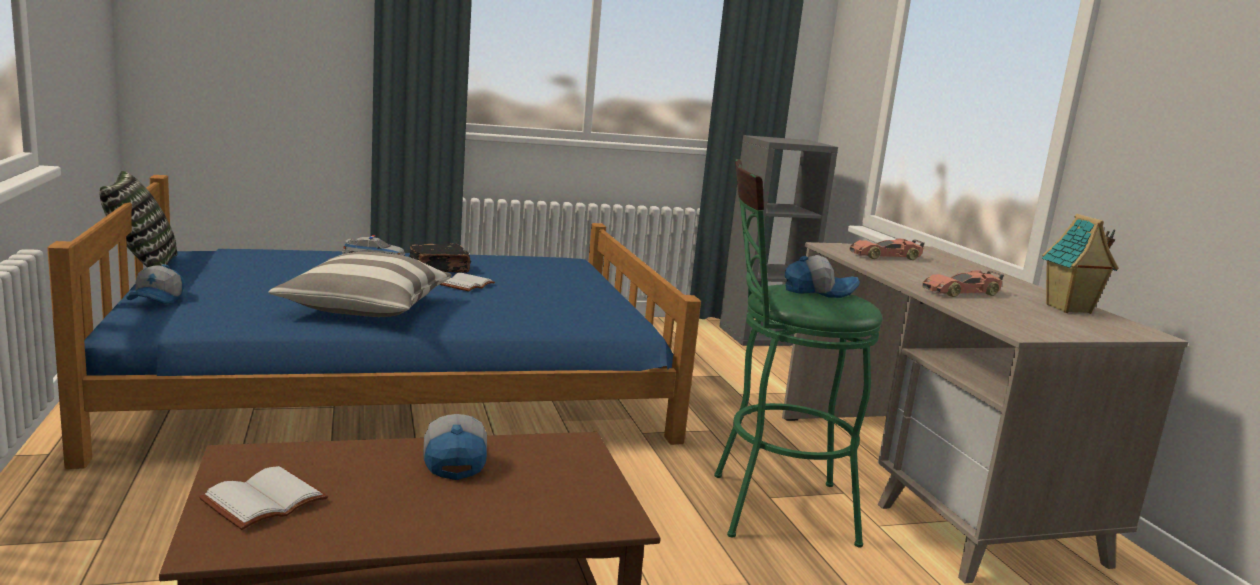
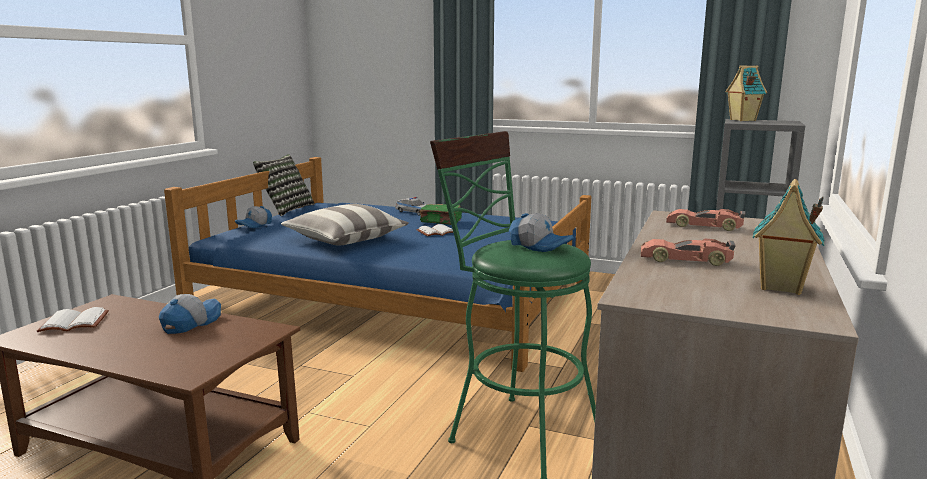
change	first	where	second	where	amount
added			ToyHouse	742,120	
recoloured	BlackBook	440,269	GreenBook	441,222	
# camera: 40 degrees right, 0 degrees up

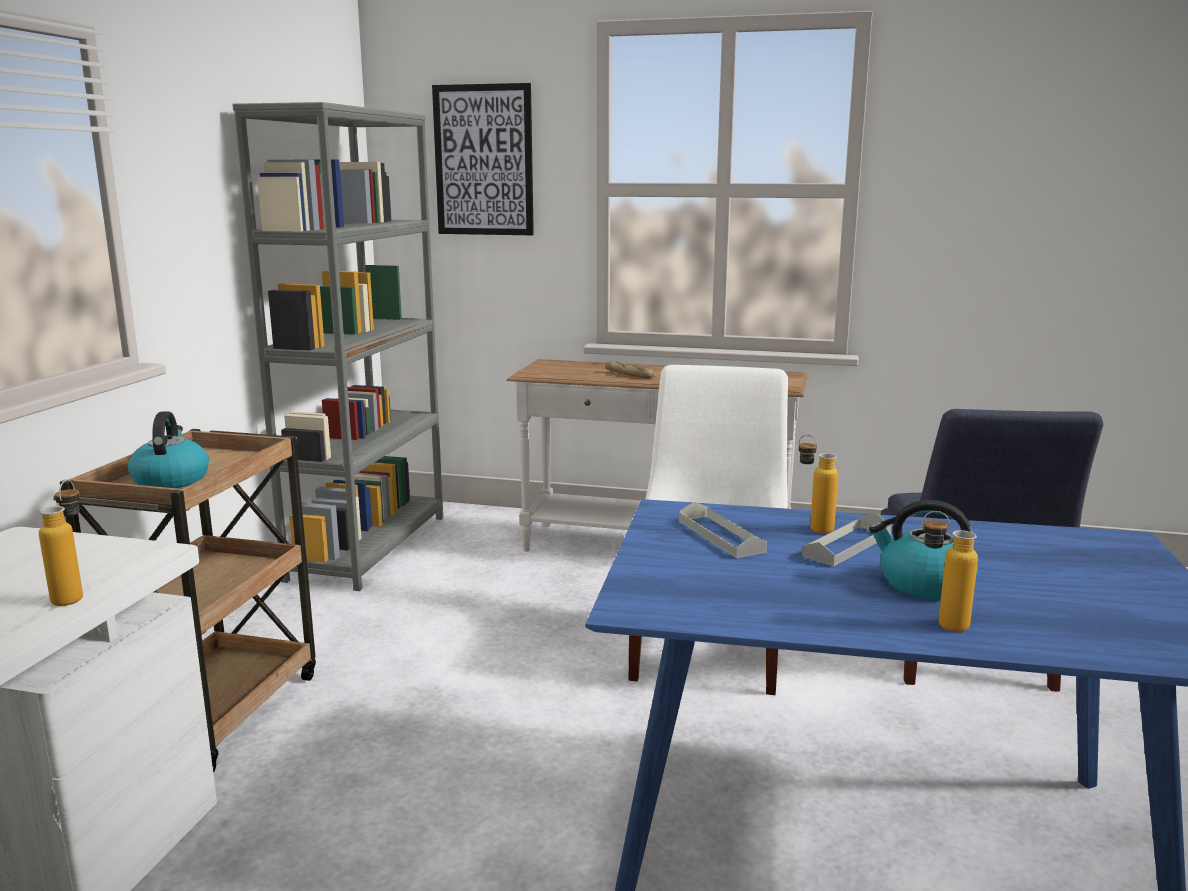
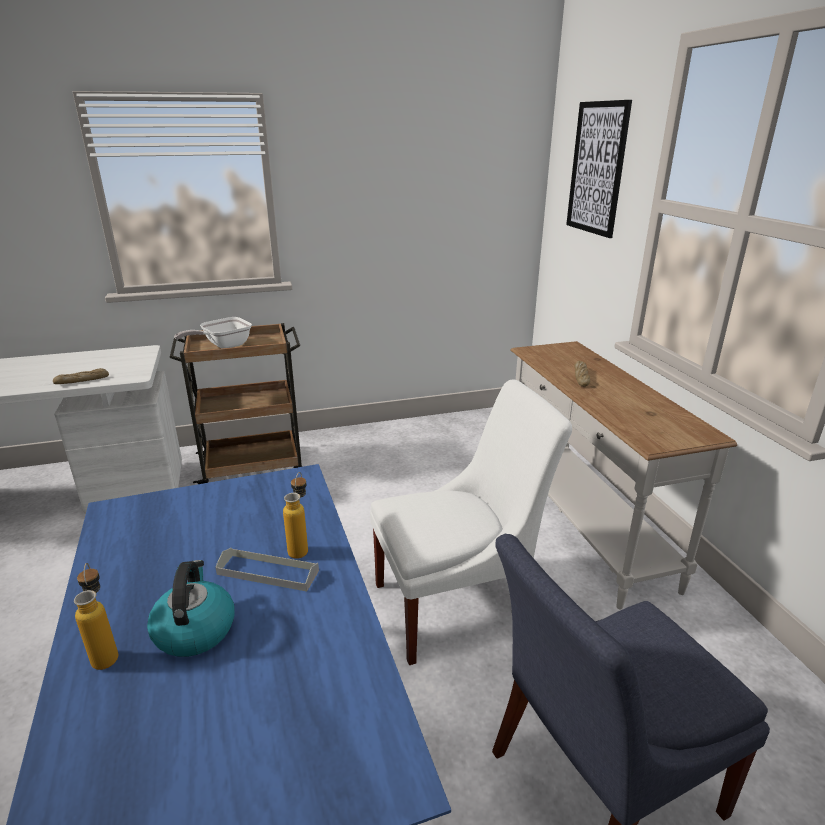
change	first	where	second	where	amount
removed	GreyBookcase	369,547			
removed	GreyTray	720,536			
replaced	Bottle	74,595	Bread	82,381	
replaced	Kettle	171,480	FryingPan	223,346	
# camera: 60 degrees right, 10 degrees up

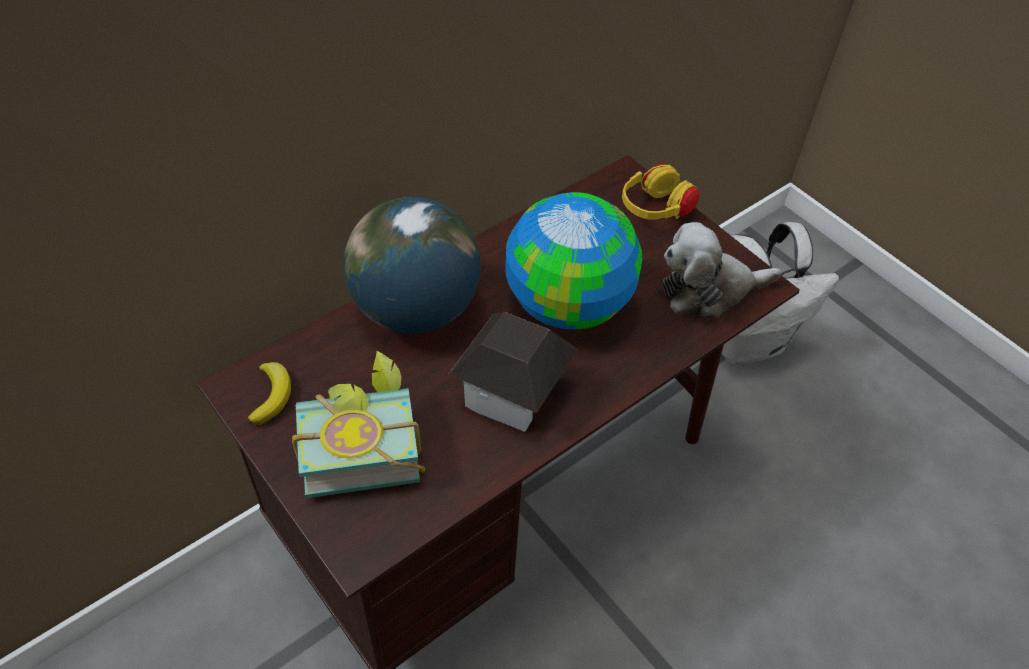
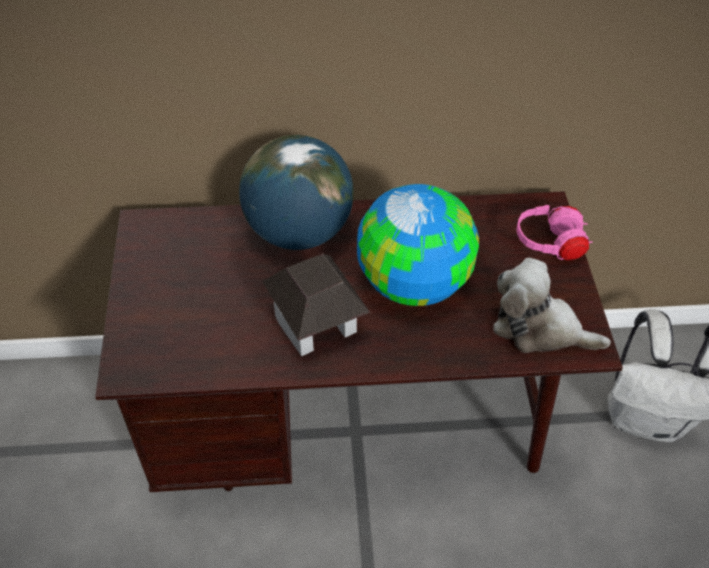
change	first	where	second	where	amount
removed	Banana	271,395			
removed	Book	360,444			
recoloured	YellowHeadphones	656,210	PinkHeadphones	549,245	
# camera: 35 degrees right, 0 degrees up

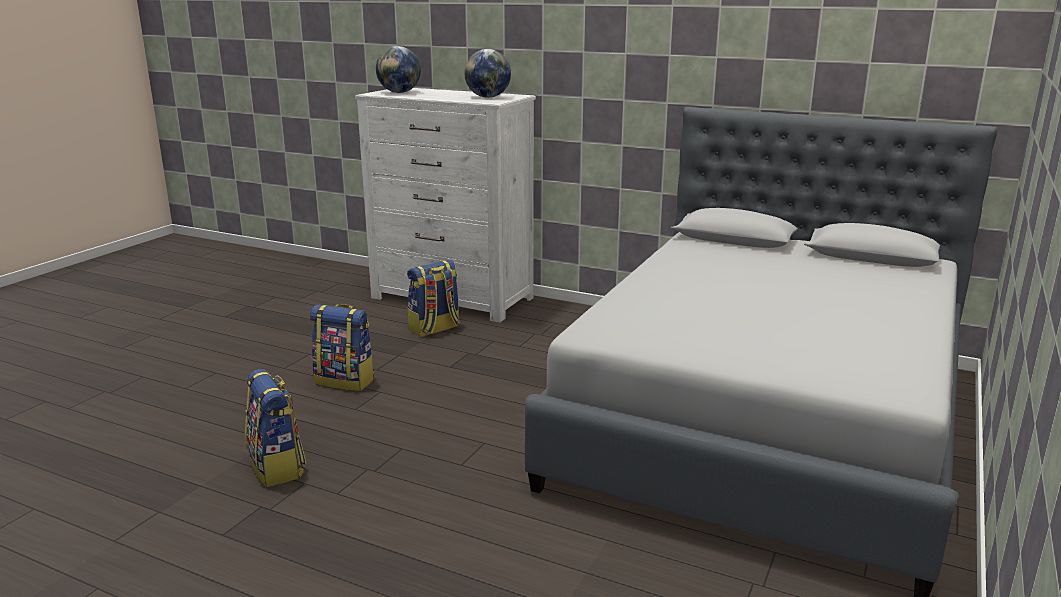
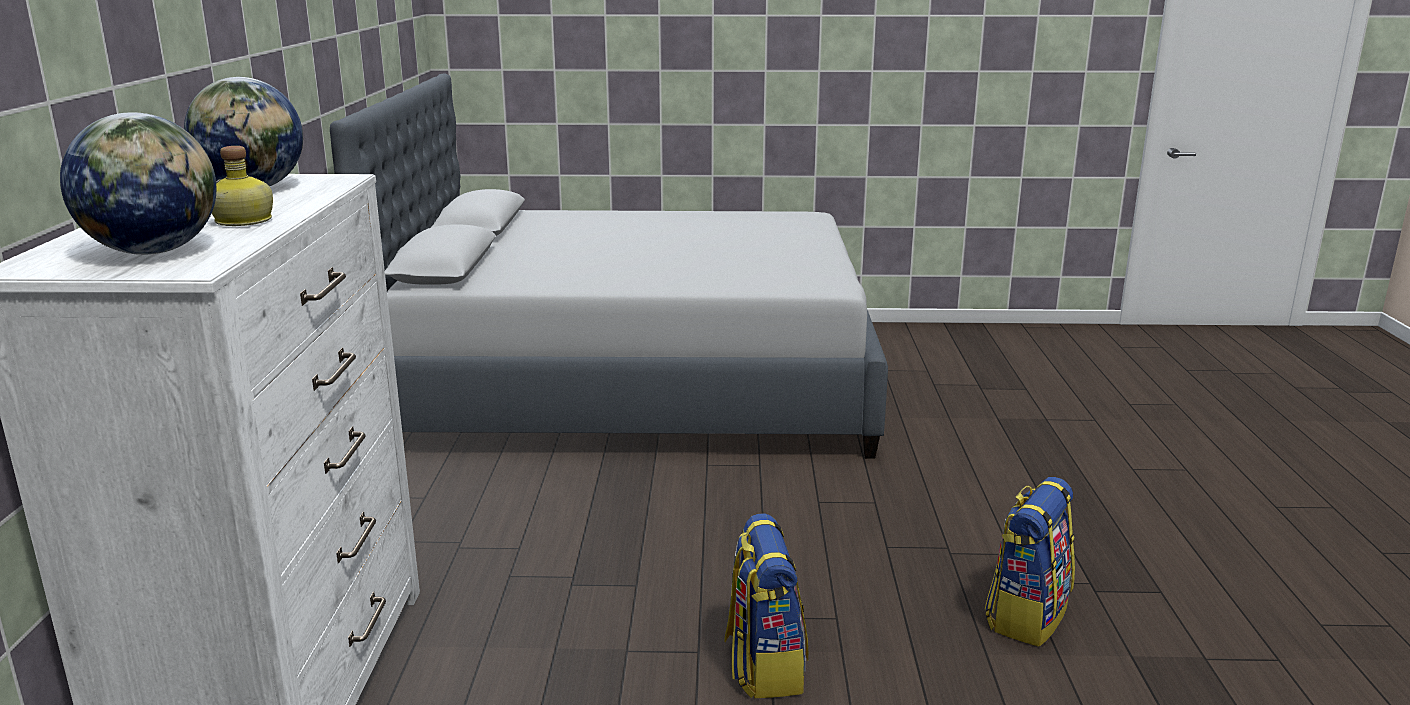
change	first	where	second	where	amount
removed	Backpack	434,329			
added			Bottle	244,221	
# camera: 115 degrees left, 0 degrees up

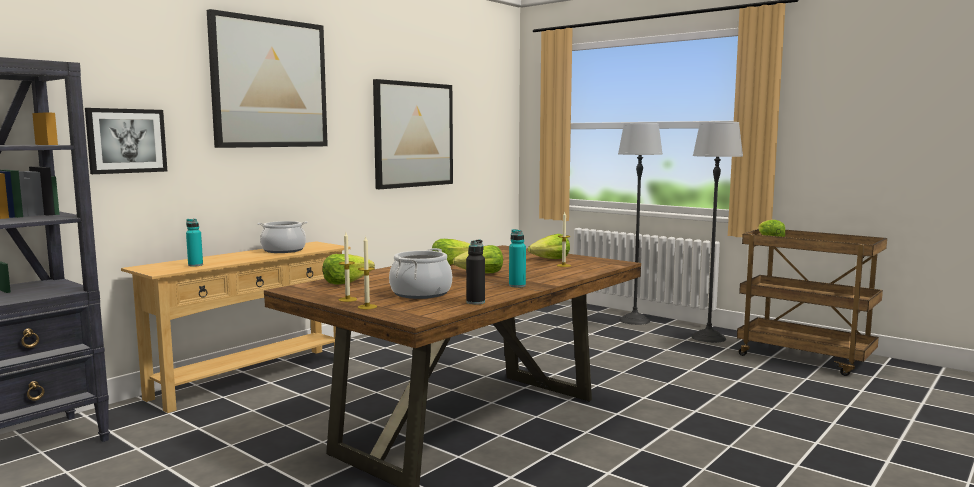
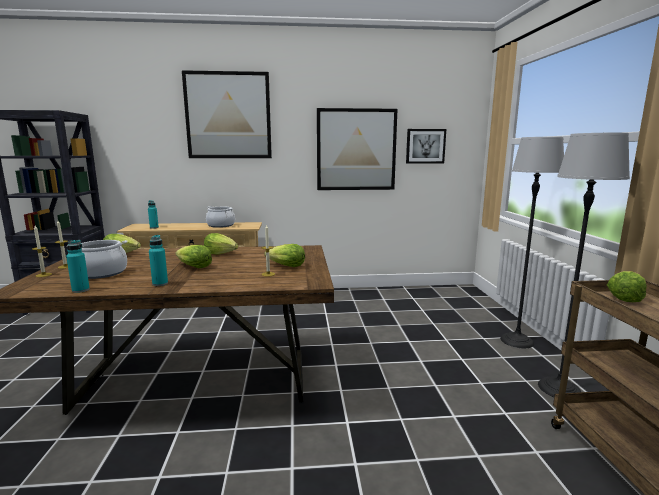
change	first	where	second	where	amount
moved	Picture	126,141		425,146	
recoloured	BlackBottle	475,302	TurquoiseBottle	80,290	
# camera: 45 degrees right, 5 degrees up

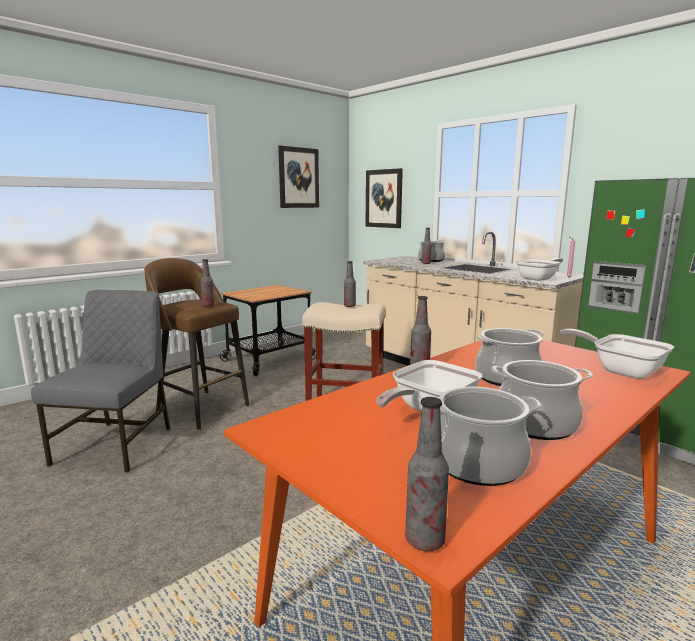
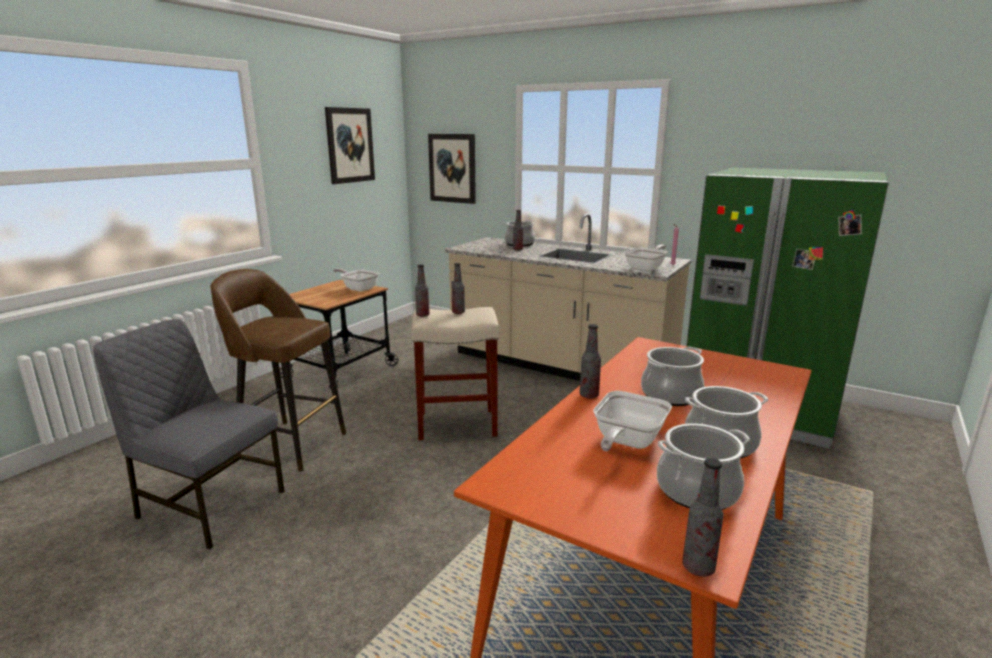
change	first	where	second	where	amount
moved	Bottle	208,305		422,315	
moved	FryingPan	620,370		358,288	
turned	GreyChair	117,444		209,504	60 degrees counterclockwise
# camera: 15 degrees left, 5 degrees up

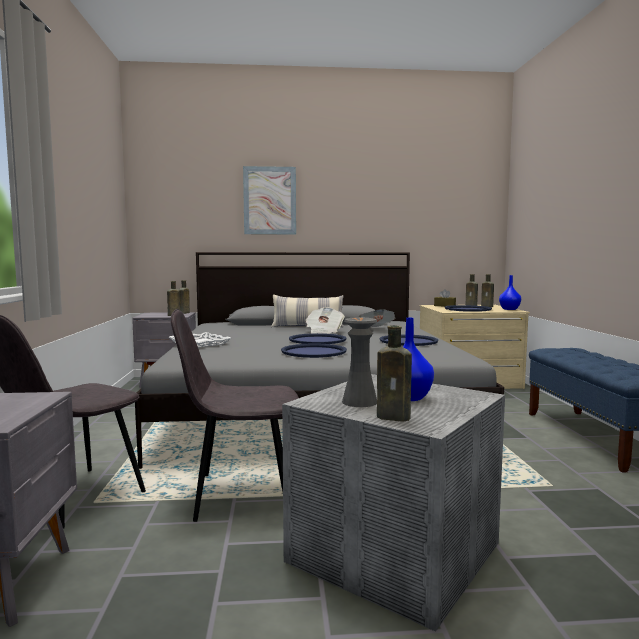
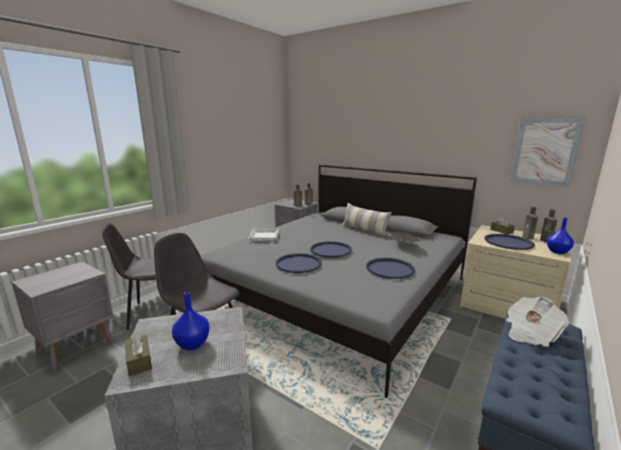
change	first	where	second	where	amount
removed	GreyVase	359,402			
moved	Picture	269,200		544,151	
moved	Newspaper	323,332		530,333	
replaced	BrownBottle	396,417	BrownTissueBox	139,361	
# camera: 40 degrees right, 10 degrees up

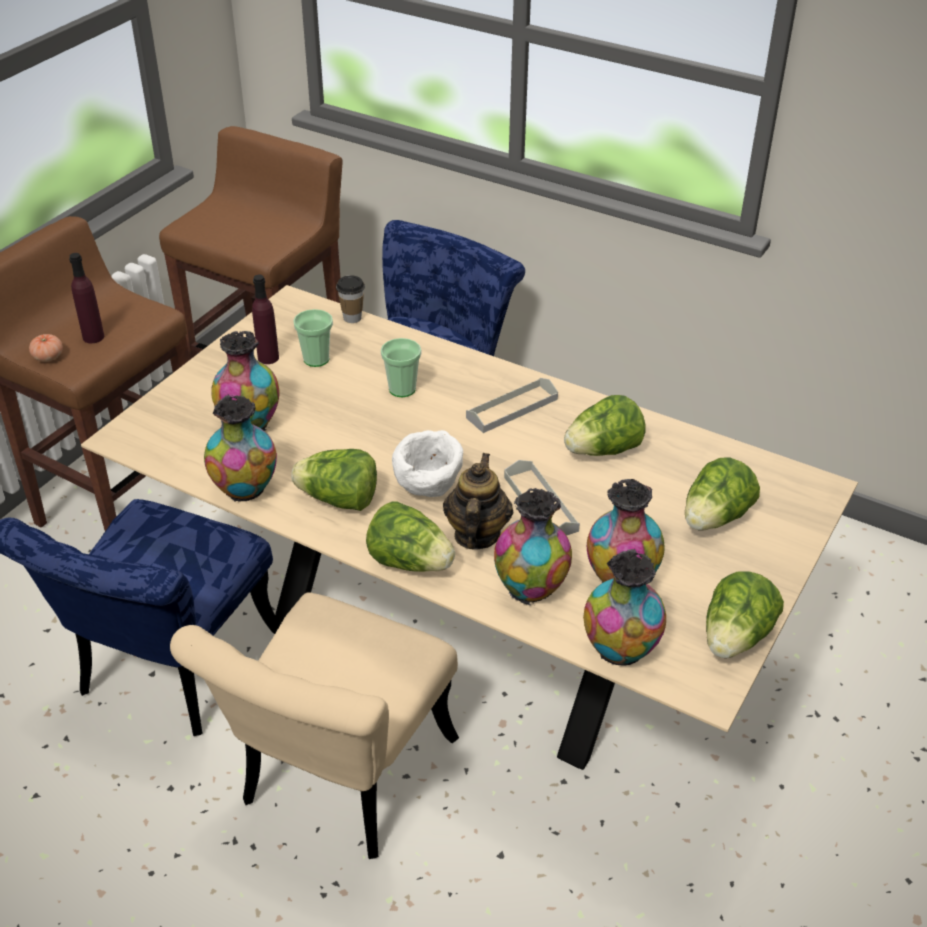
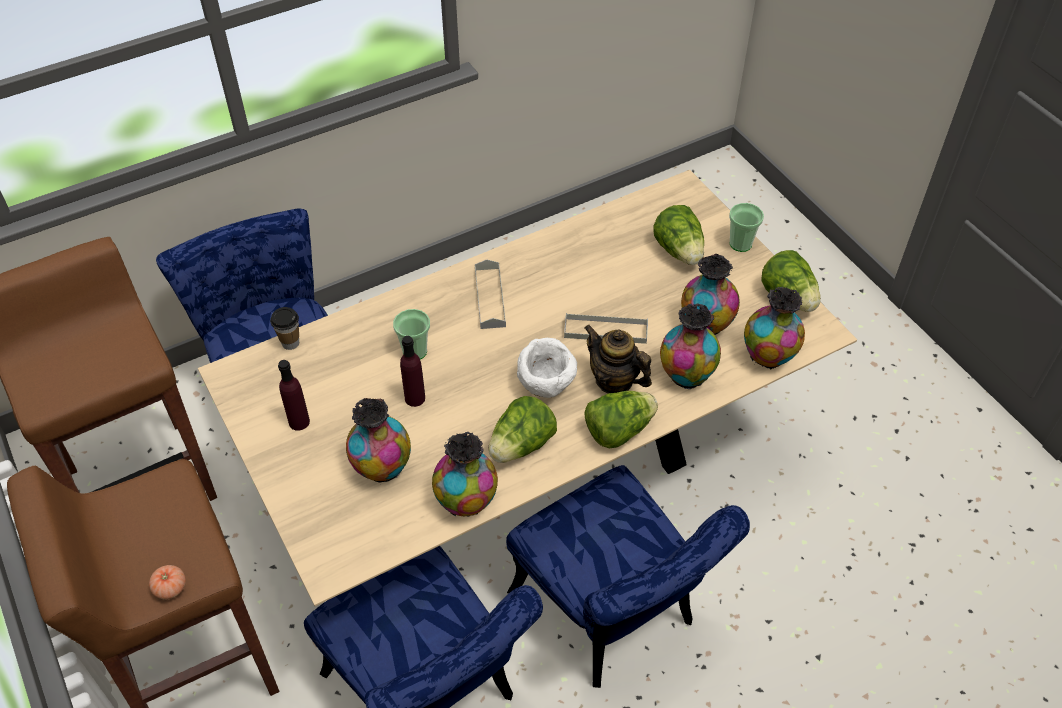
change	first	where	second	where	amount
removed	Lettuce	603,450			
moved	PurpleBottle	93,337		415,398	
moved	Cup	316,359		740,244	
recoloured	BeigeChair	336,782	BlueChair	612,618	
# camera: 60 degrees left, 10 degrees up

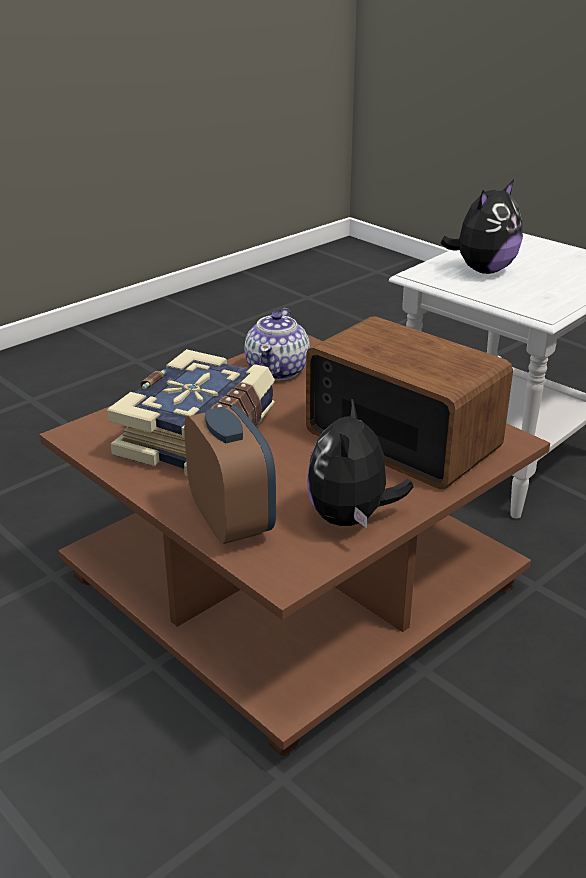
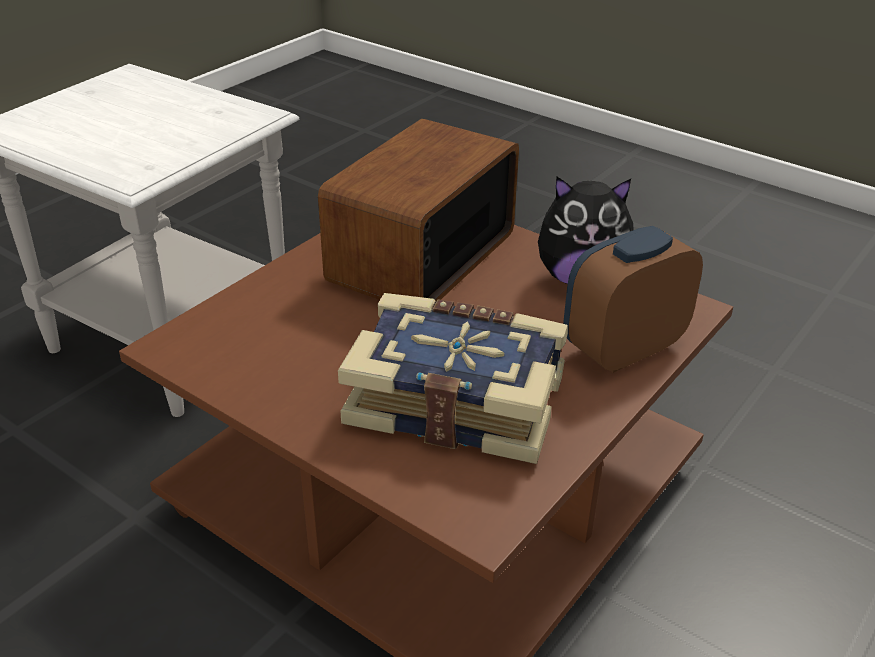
change	first	where	second	where	amount
removed	Teapot	278,370			
removed	PlushToy	483,270			
# camera: 100 degrees left, 5 degrees up

